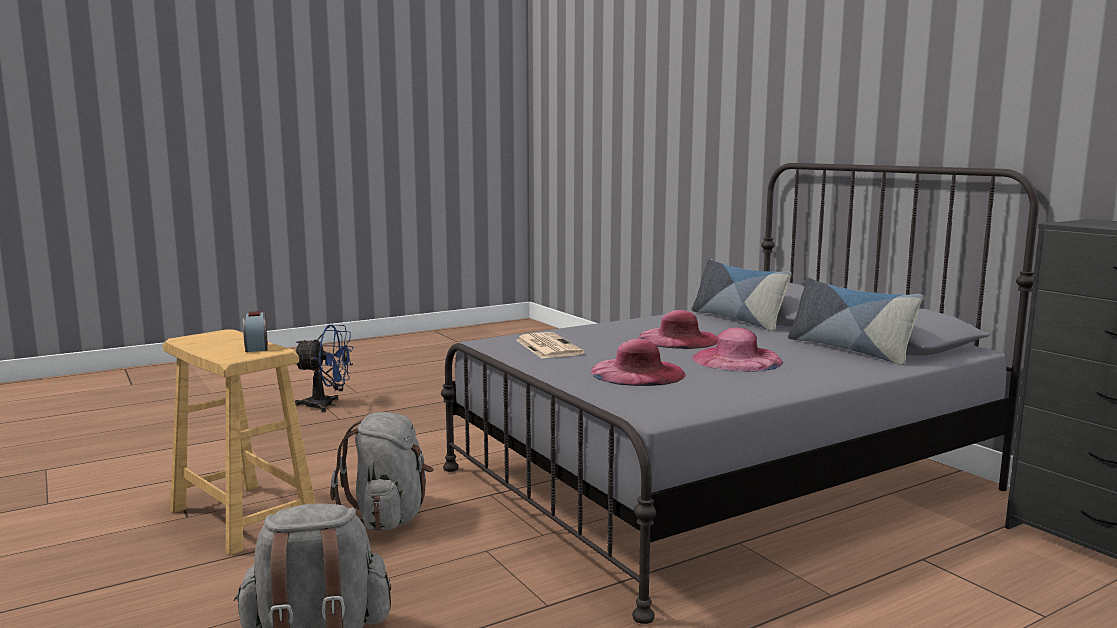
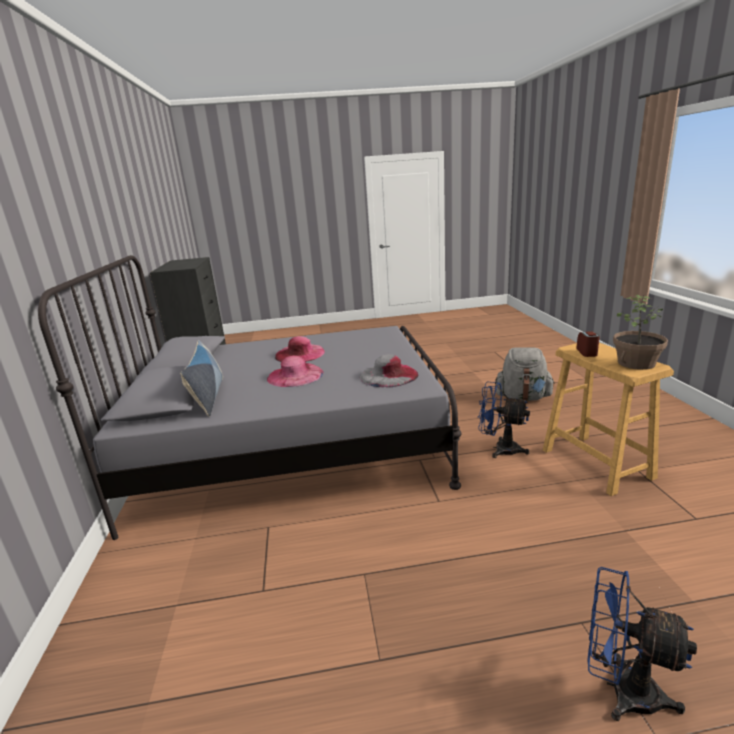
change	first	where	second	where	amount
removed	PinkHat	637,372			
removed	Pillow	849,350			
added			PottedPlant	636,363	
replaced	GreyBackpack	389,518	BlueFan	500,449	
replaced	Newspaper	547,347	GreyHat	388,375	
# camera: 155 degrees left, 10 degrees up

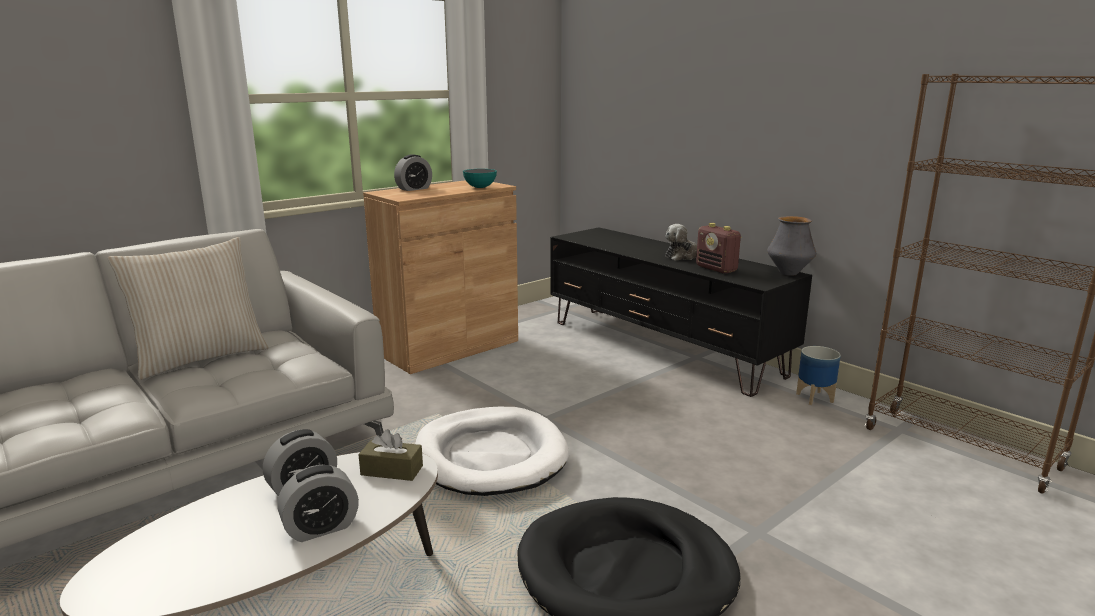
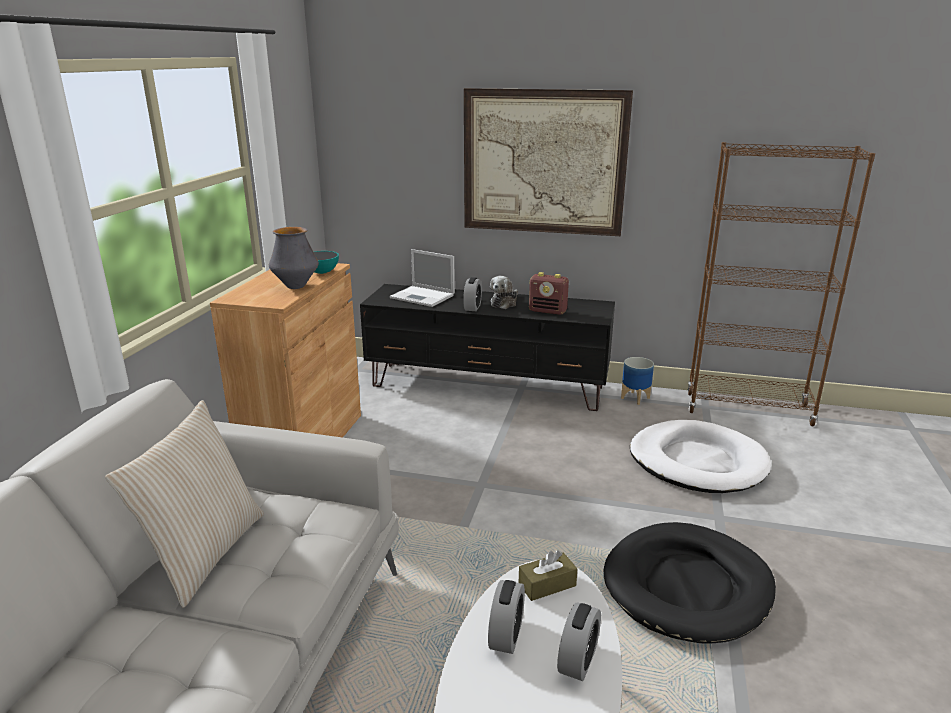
change	first	where	second	where	amount
added			Laptop	423,297	
added			Picture	543,162	
moved	AlarmClock	414,189		472,307	
moved	WhiteDogBed	490,456		697,461	
moved	Vase	788,273		296,286	
# camera: 35 degrees left, 5 degrees up

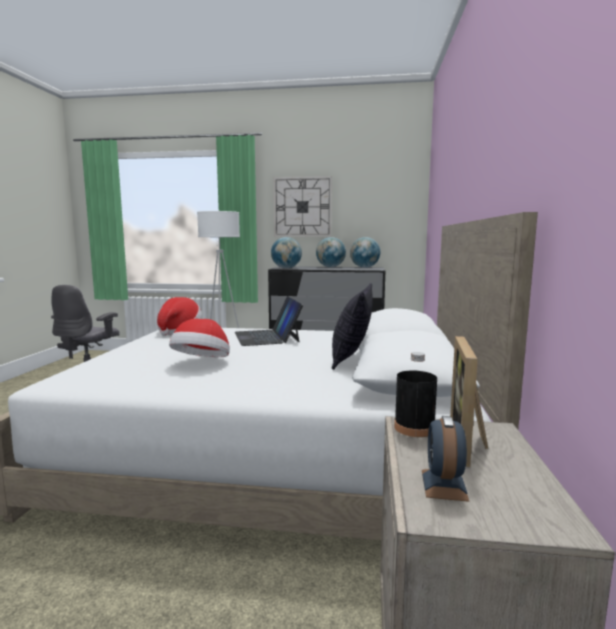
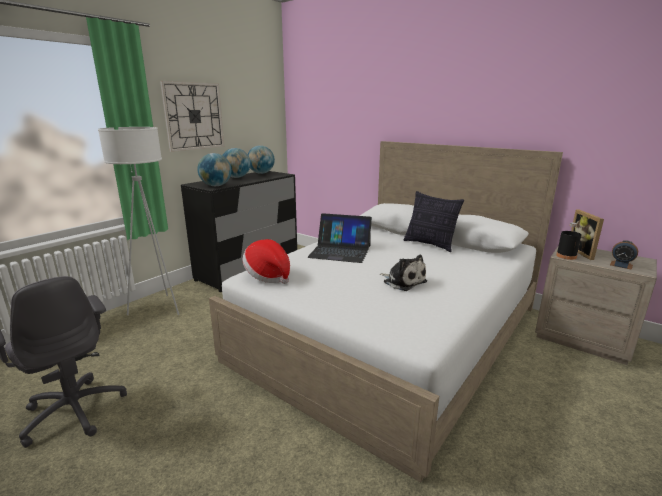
change	first	where	second	where	amount
replaced	Hat	202,363	PlushToy	403,281	
turned	PictureFrame	470,444		584,253	45 degrees clockwise
# camera: 60 degrees left, 10 degrees up

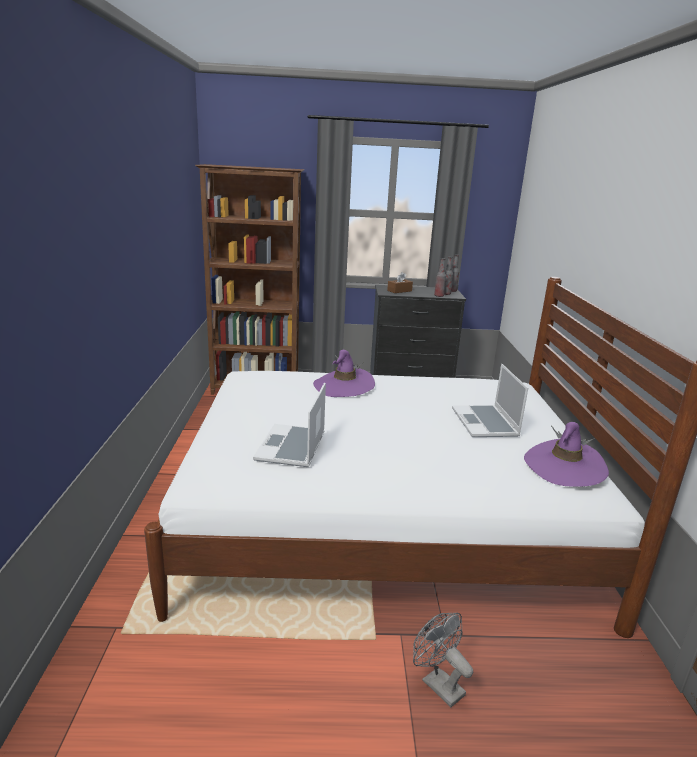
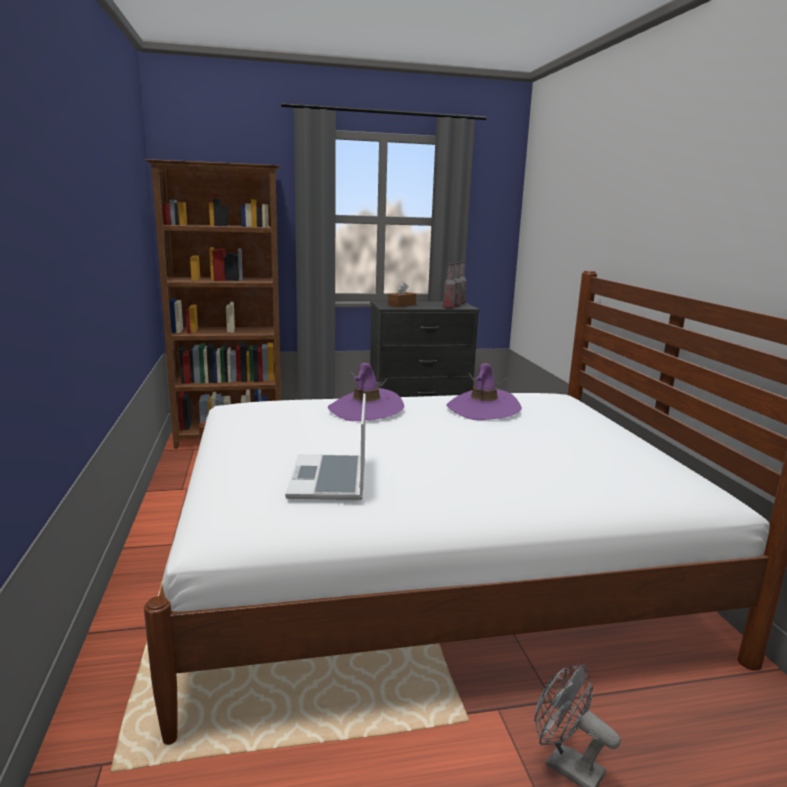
change	first	where	second	where	amount
removed	Laptop	486,423			
moved	PurpleHat	564,467		483,409	
# camera: 10 degrees left, 5 degrees down

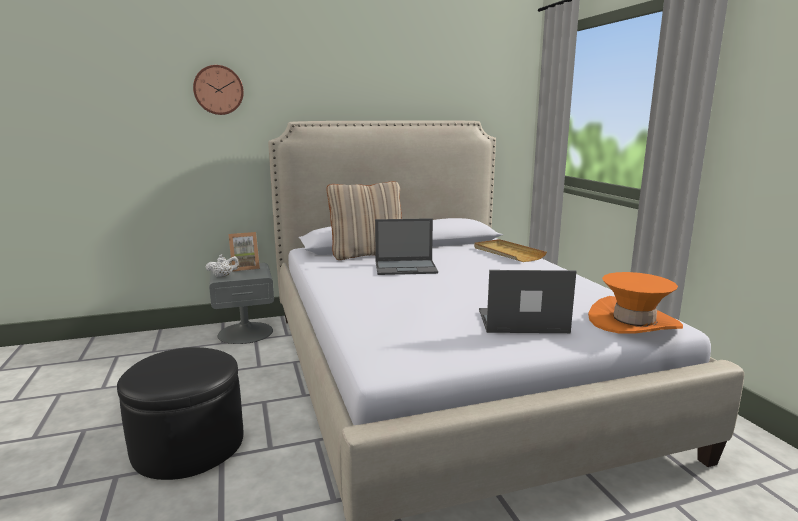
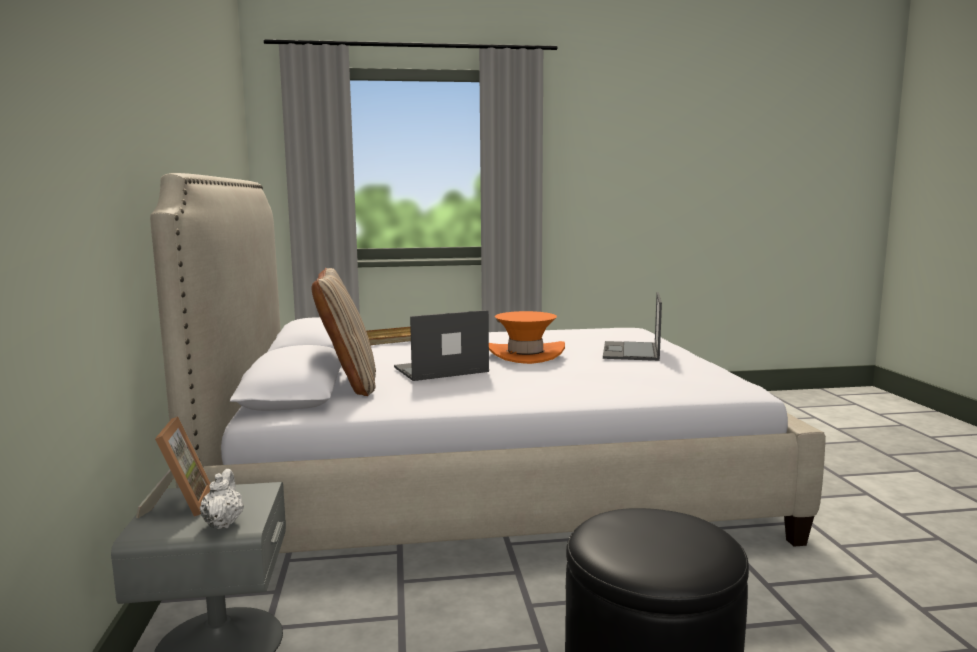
change	first	where	second	where	amount
removed	WallClock	218,90			
moved	OrangeHat	633,322		525,354	
turned	Laptop	406,267		440,370	120 degrees counterclockwise
# camera: 80 degrees left, 5 degrees down

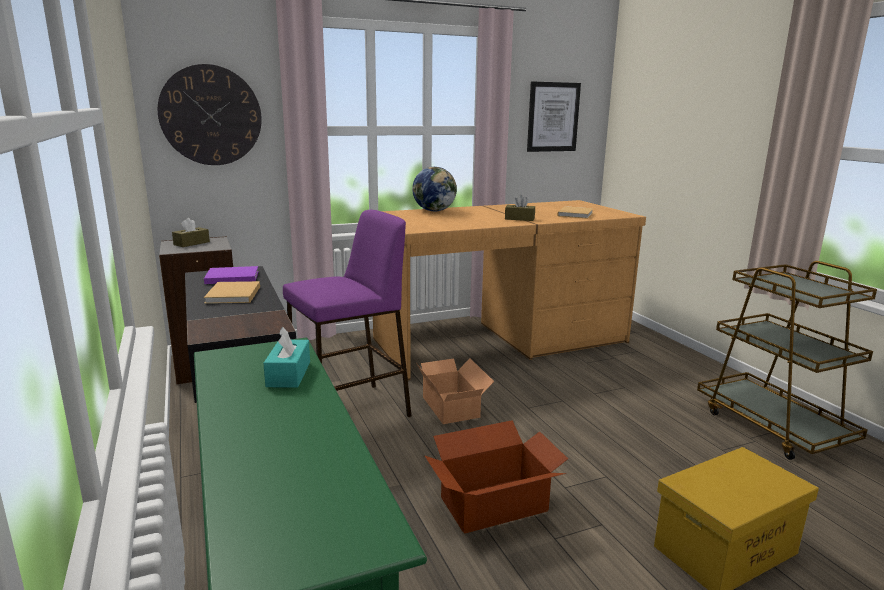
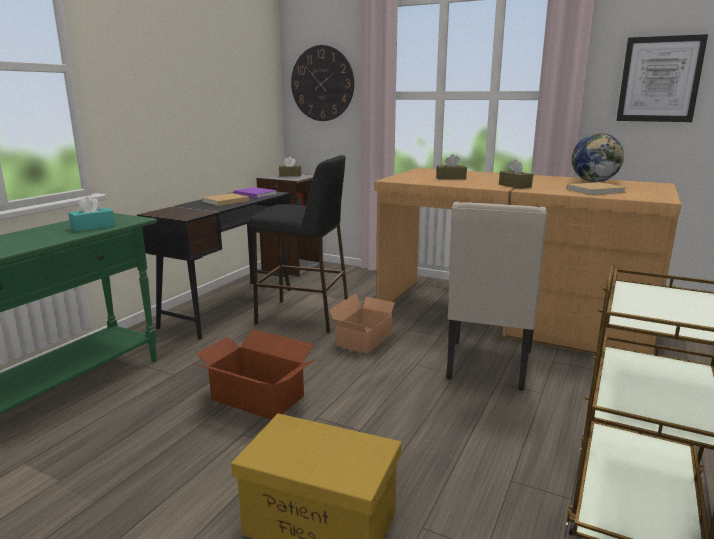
change	first	where	second	where	amount
added			BrownTissueBox	451,178	
added			BeigeChair	488,366	
moved	Globe	434,211		594,181	
recoloured	PurpleStool	351,412	BlackStool	304,316	
# camera: 50 degrees right, 0 degrees up

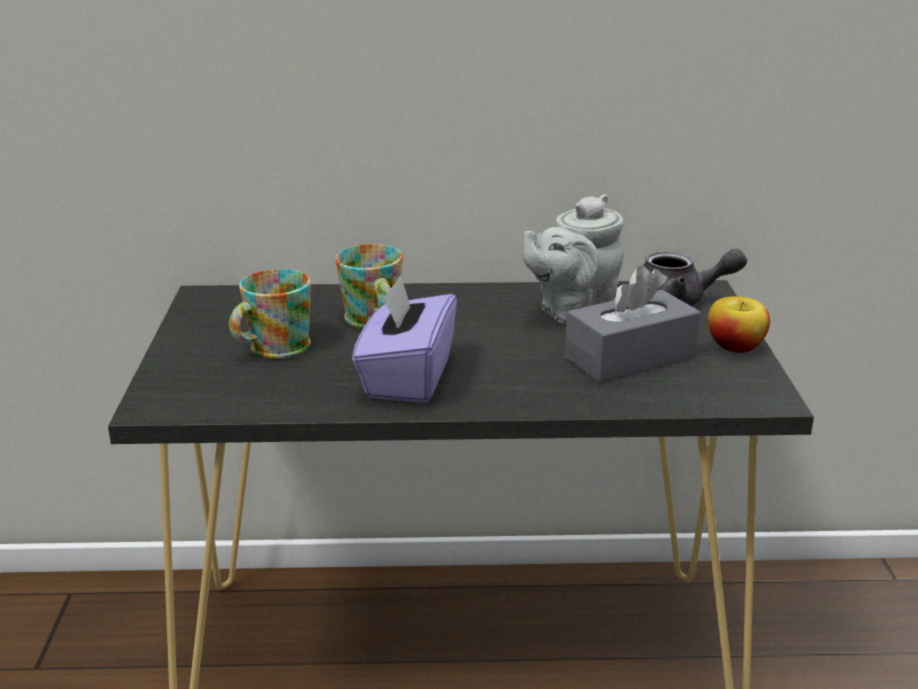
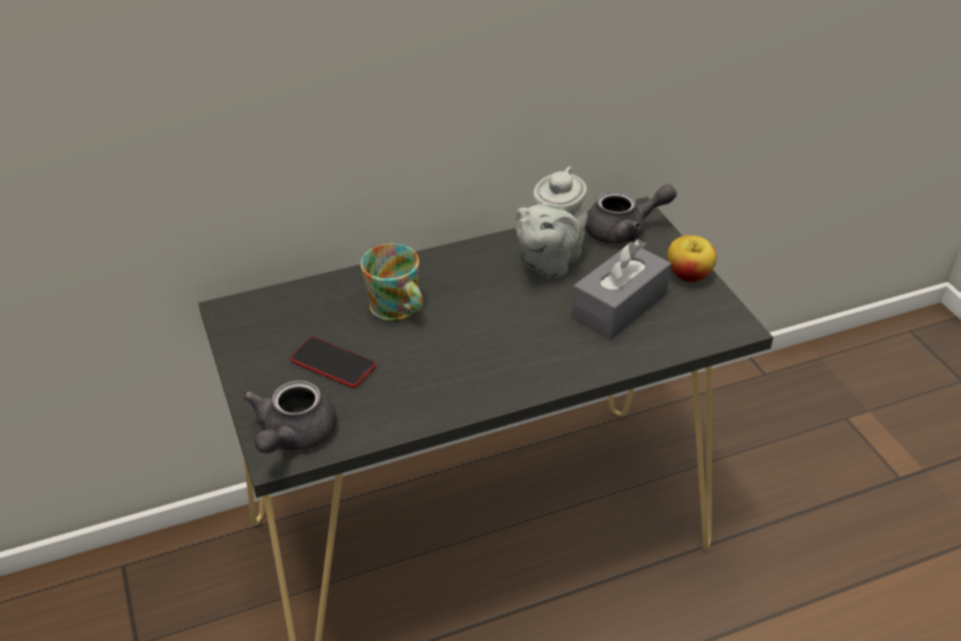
change	first	where	second	where	amount
removed	PurpleTissueBox	407,378			
added			GreyTeapot	293,436	
replaced	Mug	272,349	Phone	333,363	
# camera: 20 degrees left, 15 degrees up

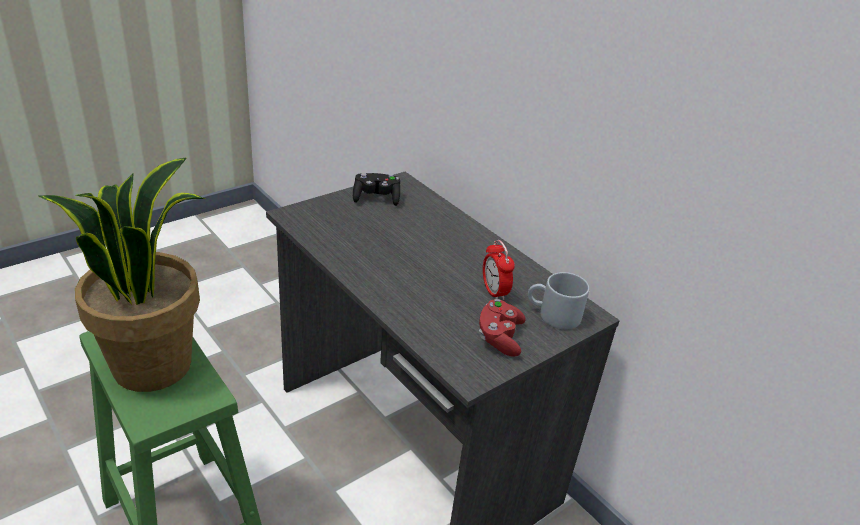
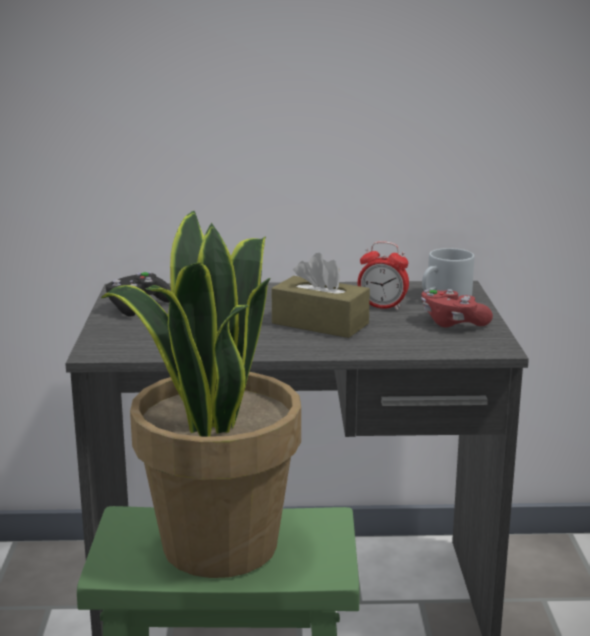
change	first	where	second	where	amount
added			BrownTissueBox	320,323	
# camera: 50 degrees left, 15 degrees down

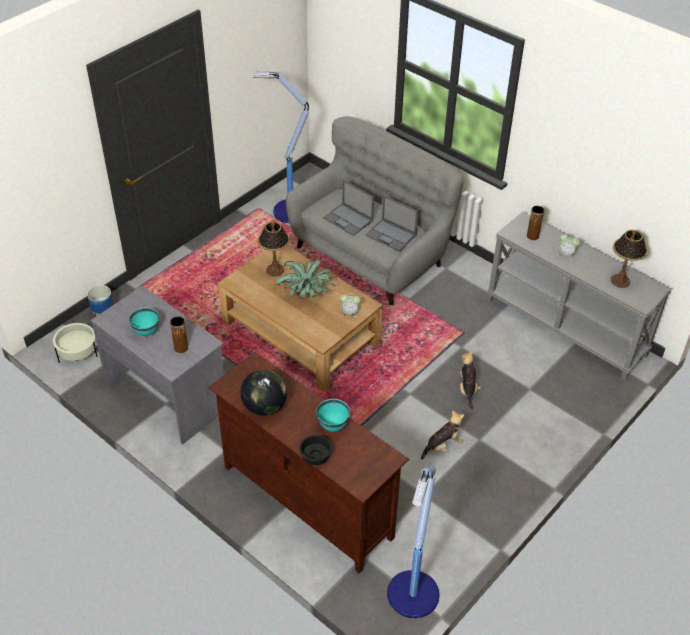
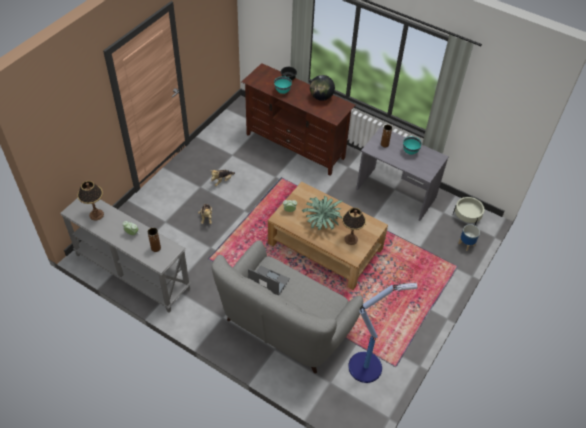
change	first	where	second	where	amount
removed	Laptop	348,219			
removed	FloorLamp	413,596			
# camera: 170 degrees right, 5 degrees up

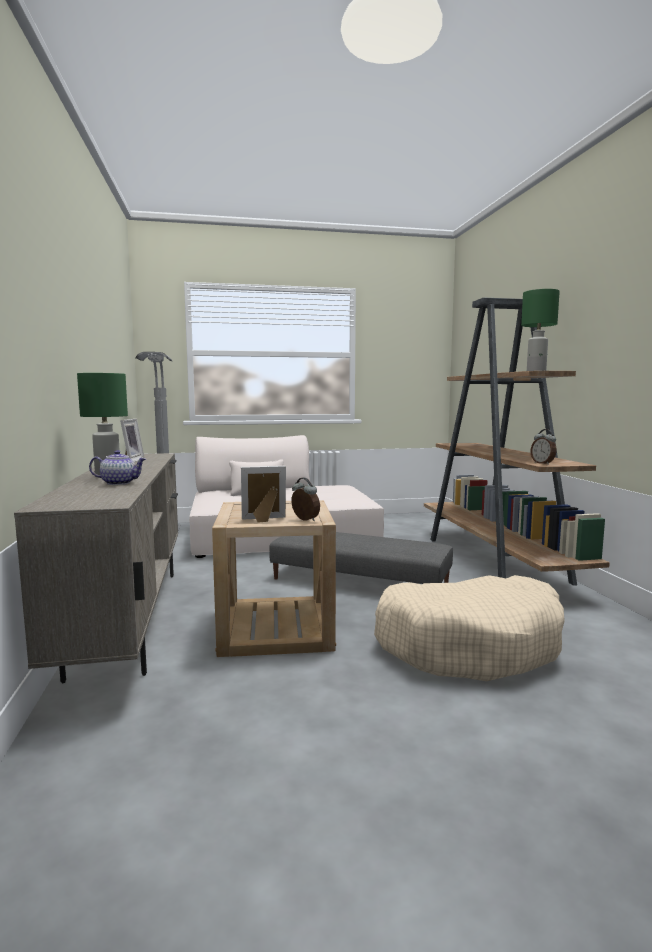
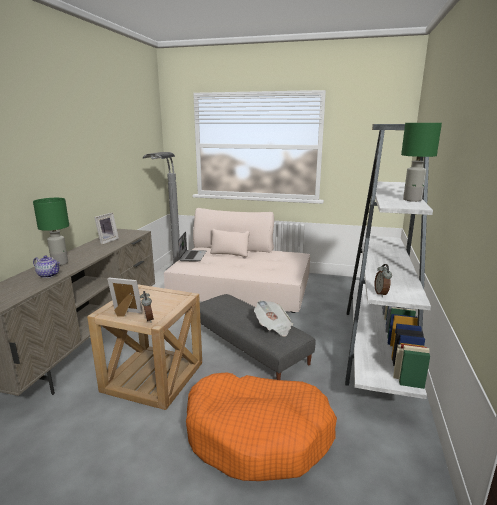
change	first	where	second	where	amount
added			Laptop	192,256	
added			Newspaper	273,327	
recoloured	BeigeDogBed	469,644	OrangeDogBed	258,435	
recoloured	BrownBookcase	496,560	WhiteBookcase	377,348	
# camera: 25 degrees right, 10 degrees up

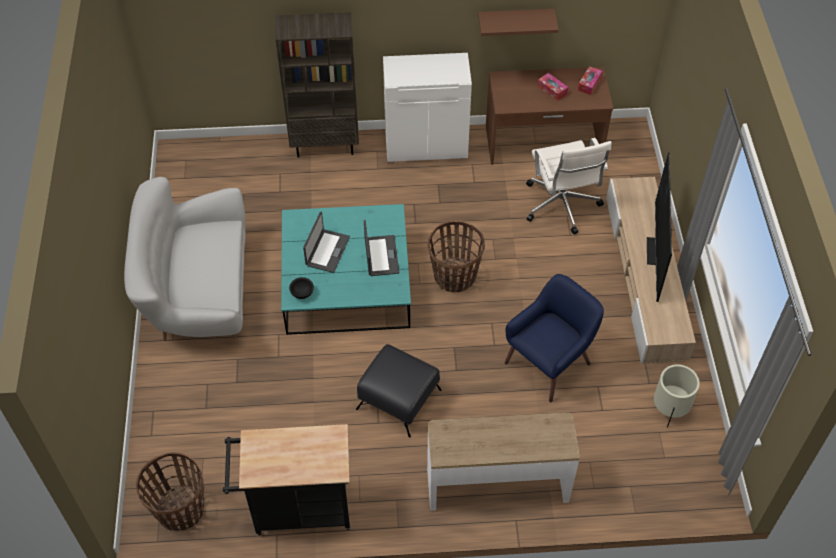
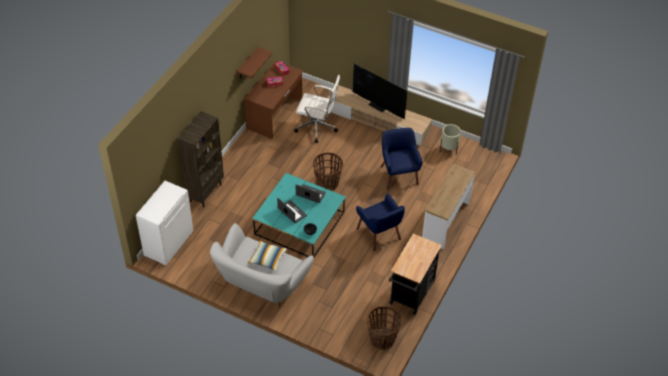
change	first	where	second	where	amount
added			Pillow	267,259	
moved	WhiteCabinet	426,144		168,243	
replaced	BlackOttoman	398,399	BlueArmchair	379,234	
# camera: 60 degrees left, 5 degrees down

